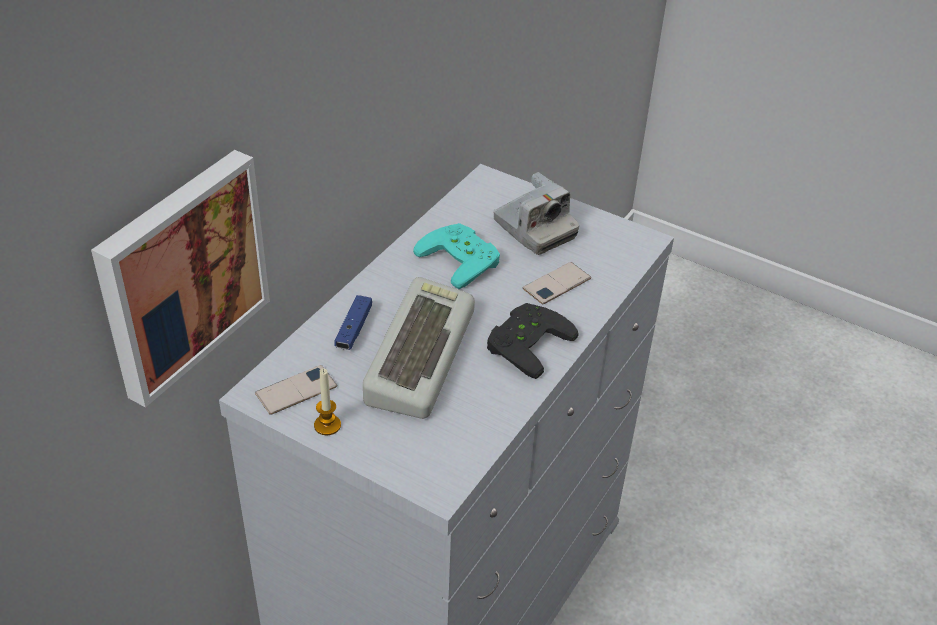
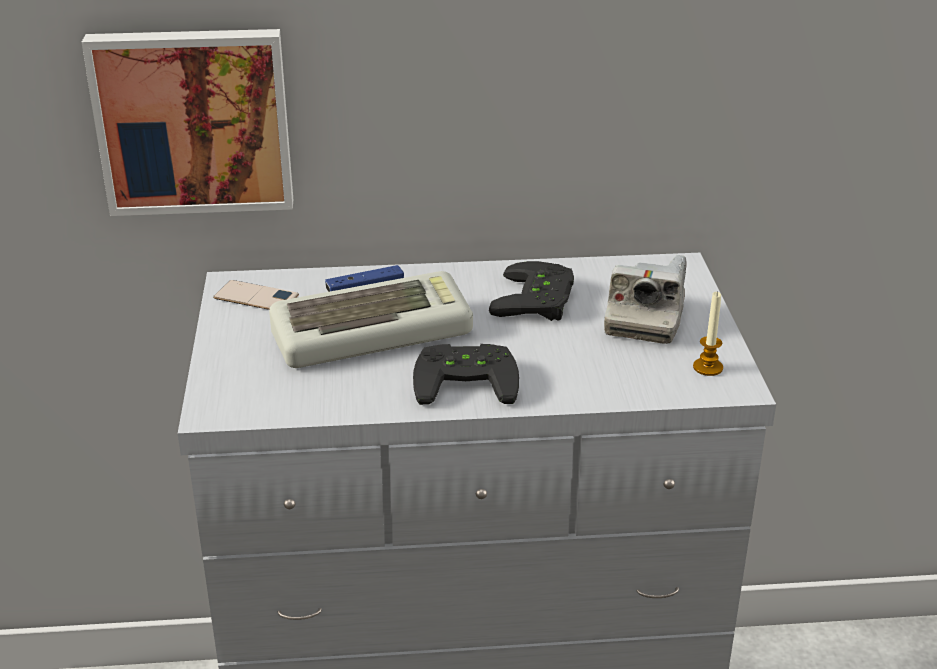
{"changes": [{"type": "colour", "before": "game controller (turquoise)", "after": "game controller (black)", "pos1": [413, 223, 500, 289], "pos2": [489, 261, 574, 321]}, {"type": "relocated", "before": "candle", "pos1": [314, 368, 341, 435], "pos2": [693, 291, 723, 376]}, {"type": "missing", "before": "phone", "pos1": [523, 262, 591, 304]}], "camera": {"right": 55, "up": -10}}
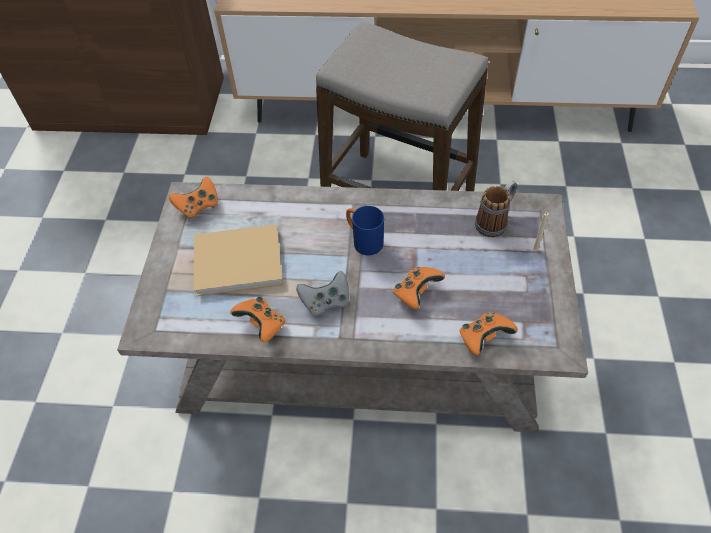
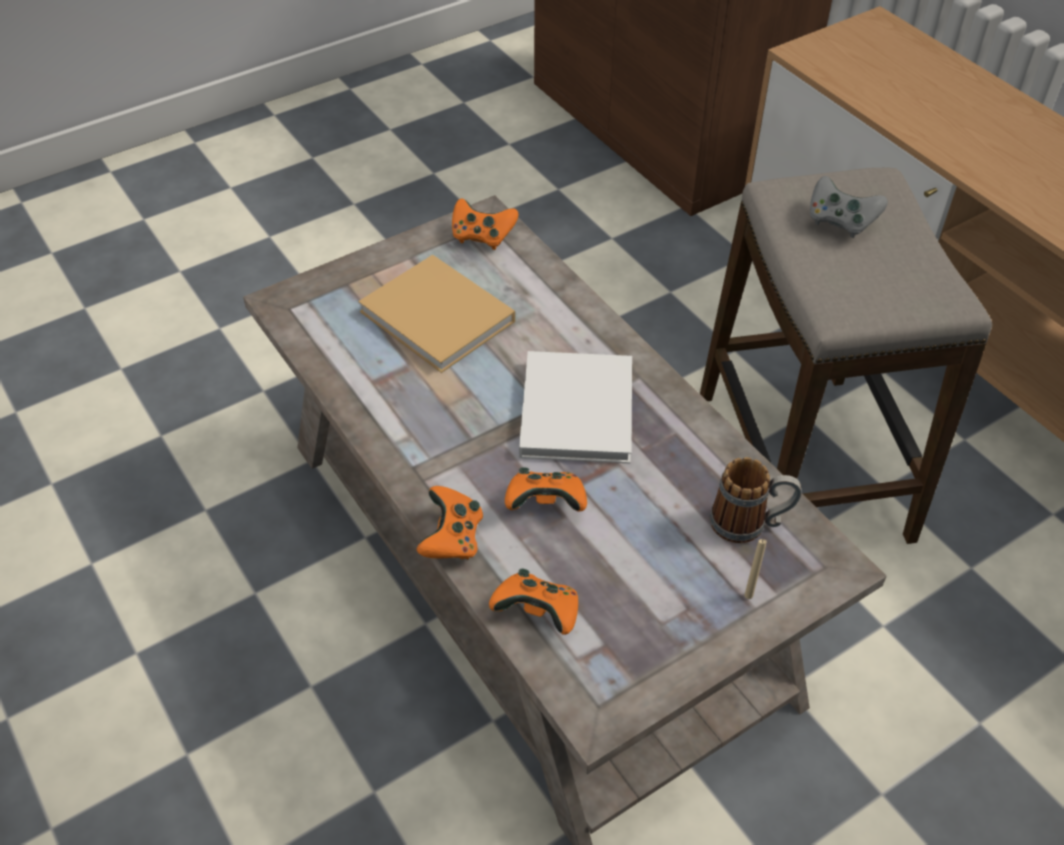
{"changes": [{"type": "relocated", "before": "game controller (orange)", "pos1": [230, 297, 285, 342], "pos2": [416, 486, 483, 559]}, {"type": "exchanged", "before": "mug (blue)", "after": "book (white)", "pos1": [346, 206, 384, 255], "pos2": [519, 351, 632, 463]}, {"type": "relocated", "before": "game controller (grey)", "pos1": [296, 271, 349, 316], "pos2": [810, 176, 888, 238]}], "camera": {"right": 50, "up": -5}}
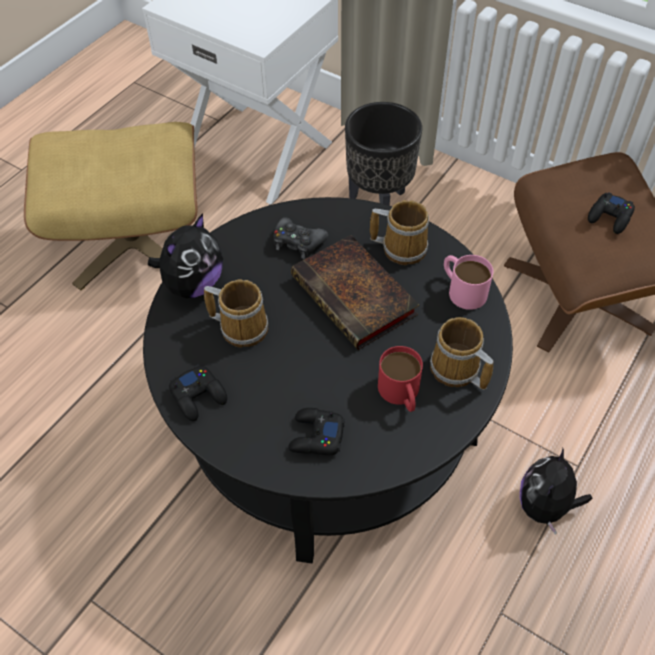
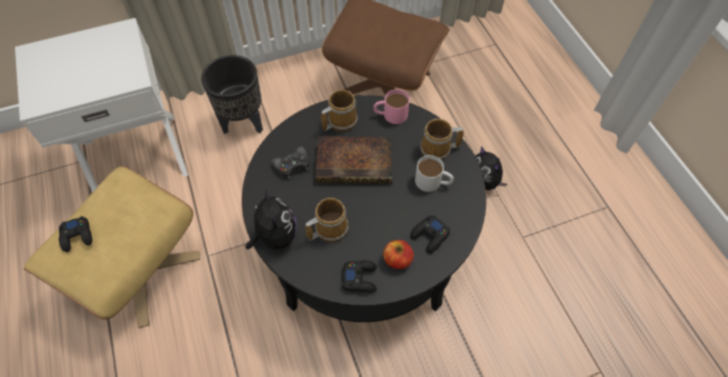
{"changes": [{"type": "relocated", "before": "game controller (black)", "pos1": [588, 192, 635, 234], "pos2": [59, 216, 92, 252]}, {"type": "appeared", "after": "apple", "pos2": [383, 240, 414, 269]}, {"type": "colour", "before": "mug (red)", "after": "mug (white)", "pos1": [378, 346, 423, 412], "pos2": [415, 155, 454, 192]}], "camera": {"right": -55, "up": 5}}
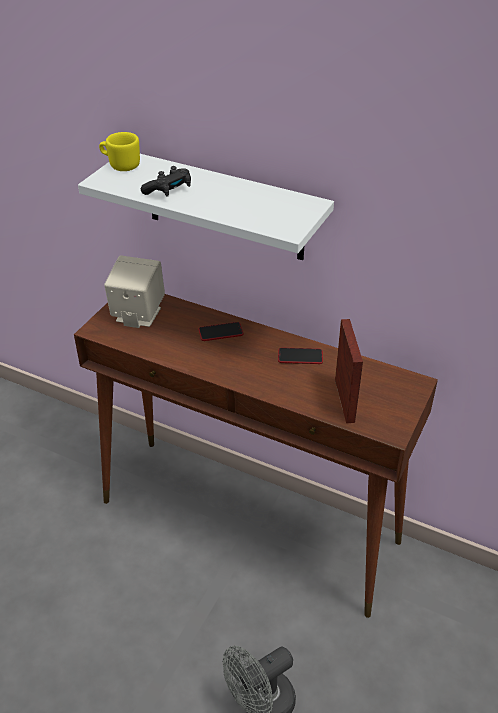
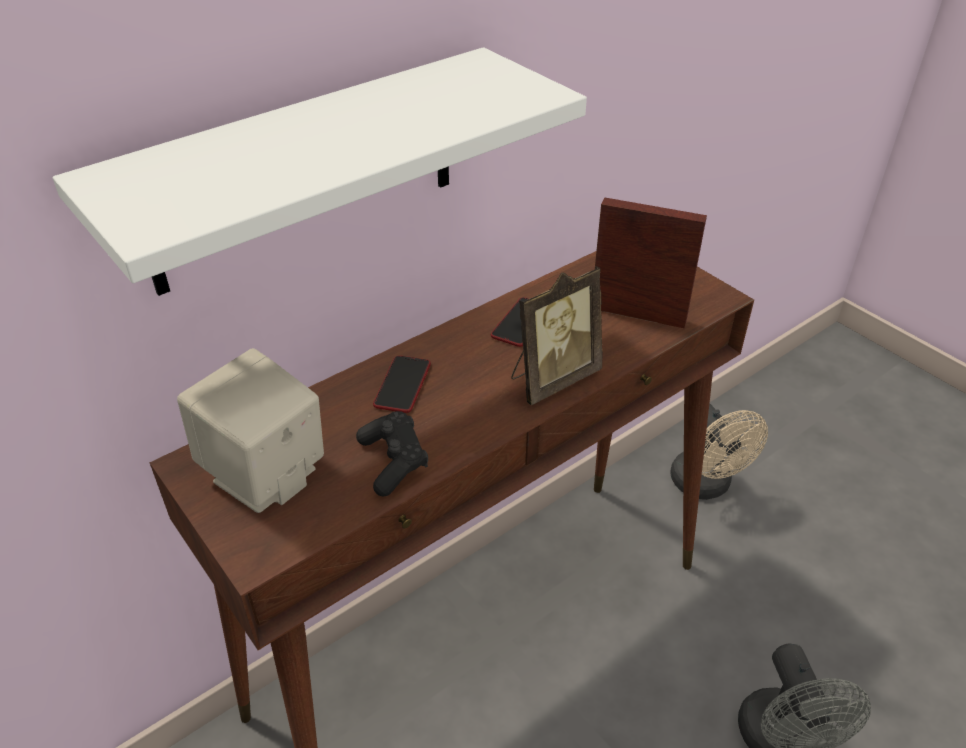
{"changes": [{"type": "relocated", "before": "game controller (black)", "pos1": [141, 166, 191, 197], "pos2": [356, 411, 428, 497]}, {"type": "appeared", "after": "picture frame", "pos2": [511, 266, 603, 405]}, {"type": "appeared", "after": "fan (beige)", "pos2": [670, 403, 768, 500]}, {"type": "missing", "before": "mug (yellow)", "pos1": [99, 132, 140, 171]}], "camera": {"right": -65, "up": 0}}
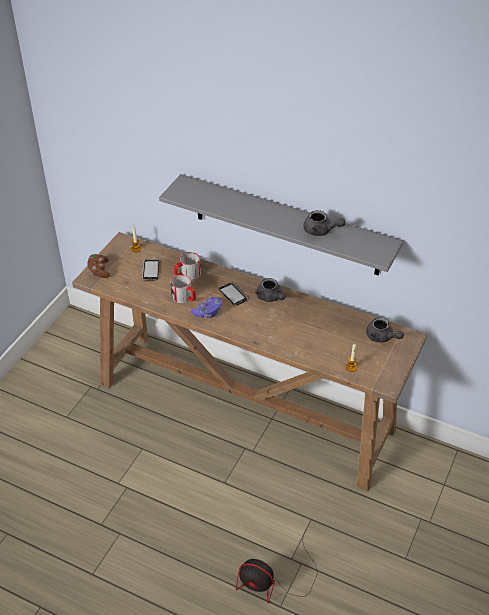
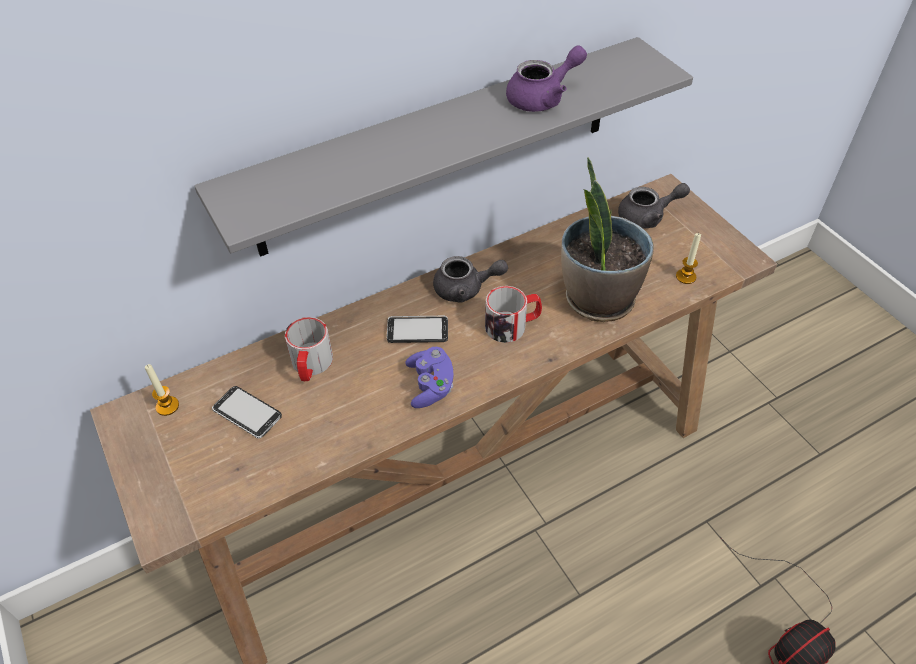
{"changes": [{"type": "relocated", "before": "mug", "pos1": [171, 275, 196, 303], "pos2": [485, 286, 542, 343]}, {"type": "colour", "before": "teapot (grey)", "after": "teapot (purple)", "pos1": [303, 210, 345, 236], "pos2": [506, 46, 587, 112]}, {"type": "appeared", "after": "potted plant", "pos2": [561, 157, 654, 322]}, {"type": "missing", "before": "game controller (brown)", "pos1": [87, 254, 110, 278]}], "camera": {"right": -55, "up": 5}}
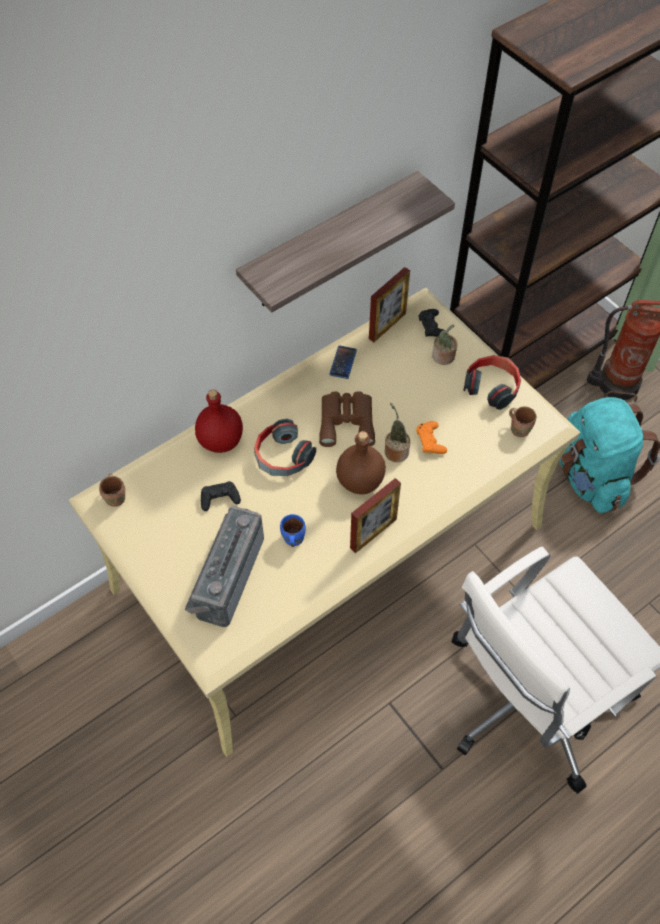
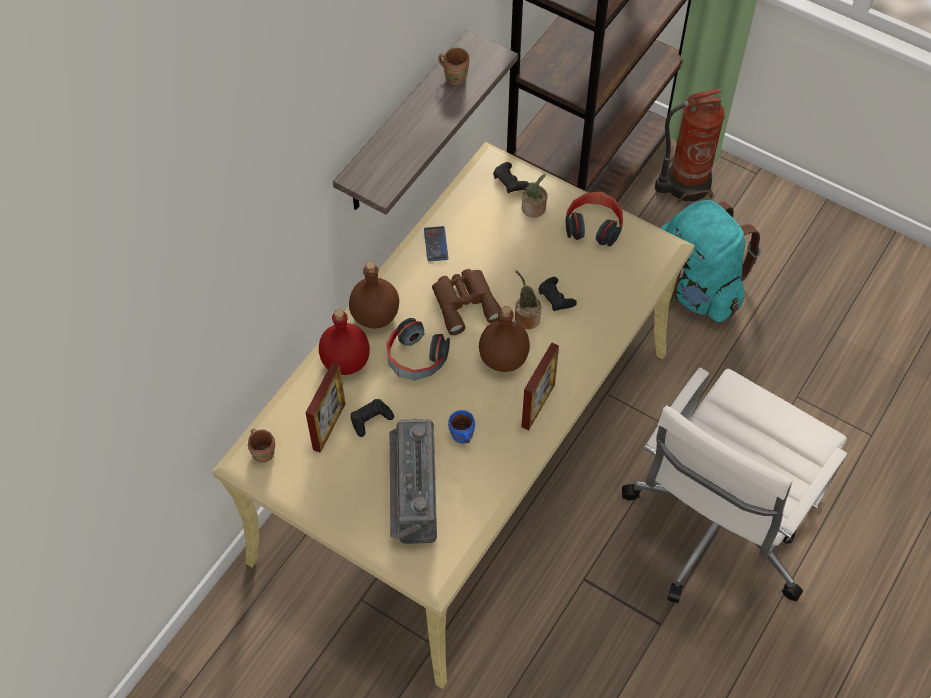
{"changes": [{"type": "relocated", "before": "picture frame", "pos1": [369, 267, 410, 342], "pos2": [306, 363, 345, 453]}, {"type": "appeared", "after": "bottle (brown)", "pos2": [349, 262, 399, 329]}, {"type": "relocated", "before": "mug (brown)", "pos1": [509, 406, 536, 437], "pos2": [438, 47, 469, 85]}, {"type": "colour", "before": "game controller (orange)", "after": "game controller (black)", "pos1": [416, 421, 447, 454], "pos2": [539, 277, 577, 311]}], "camera": {"right": -20, "up": 0}}
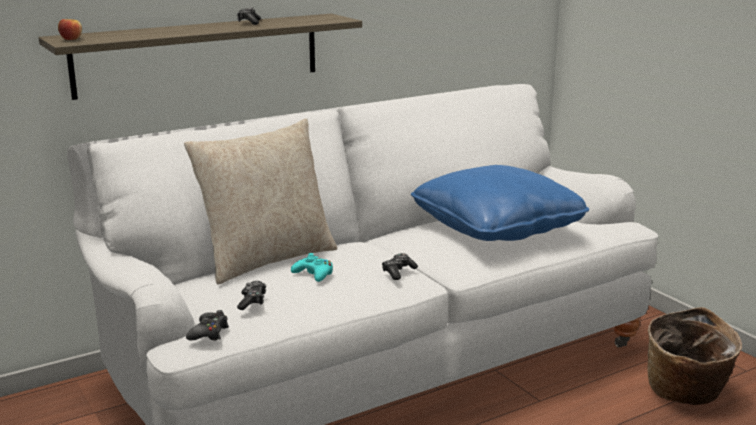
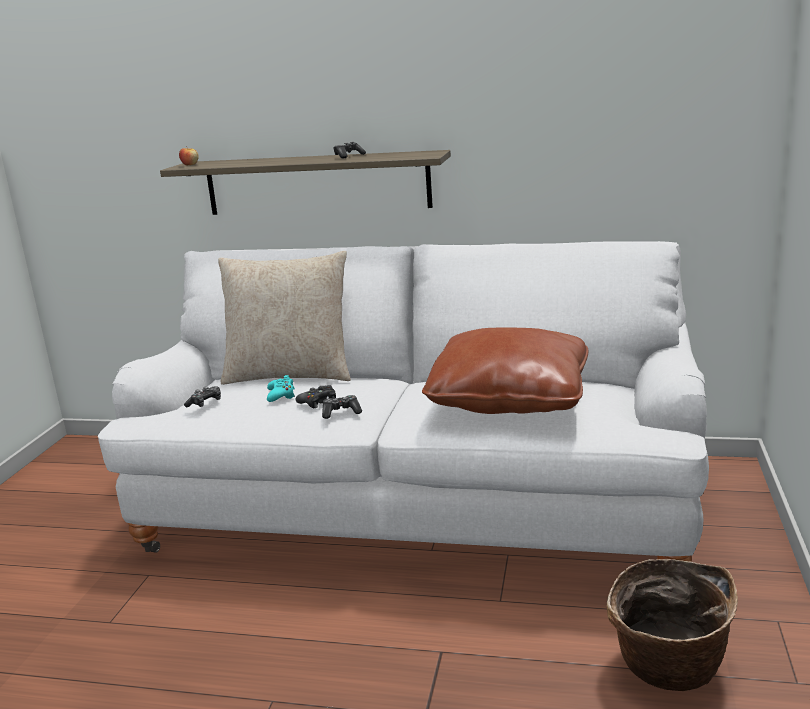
{"changes": [{"type": "relocated", "before": "game controller (black)", "pos1": [186, 310, 229, 341], "pos2": [296, 385, 336, 408]}, {"type": "colour", "before": "pillow (blue)", "after": "pillow (brown)", "pos1": [411, 165, 589, 241], "pos2": [422, 327, 588, 414]}], "camera": {"right": 45, "up": 0}}
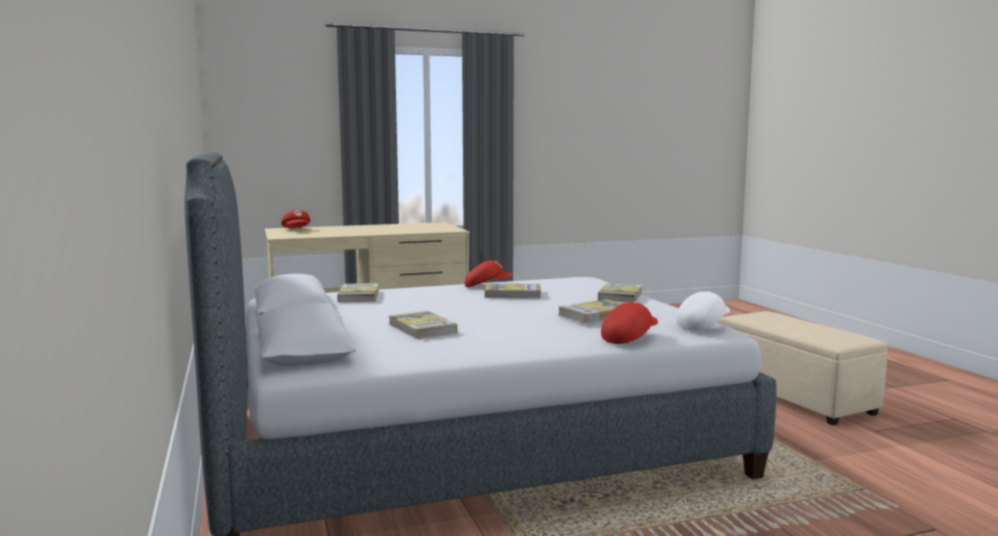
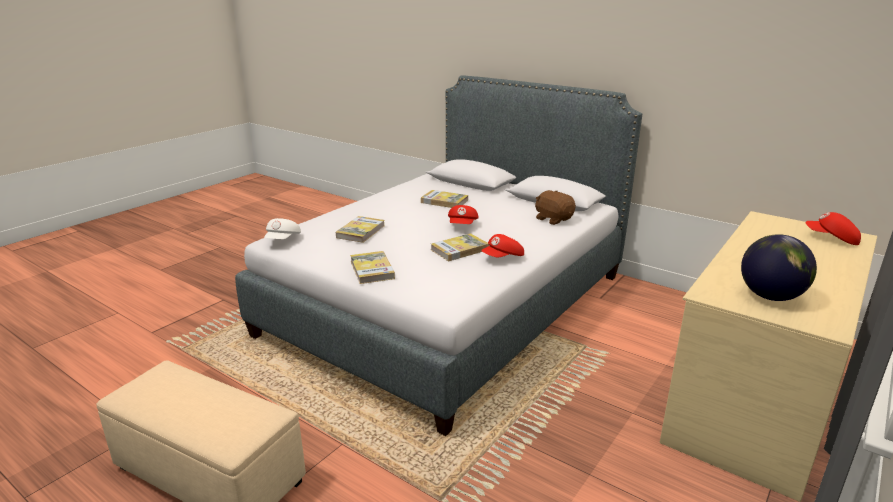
{"changes": [{"type": "relocated", "before": "cap (red)", "pos1": [601, 302, 658, 344], "pos2": [448, 205, 479, 224]}, {"type": "exchanged", "before": "book", "after": "plush toy (brown)", "pos1": [337, 283, 379, 302], "pos2": [535, 190, 576, 225]}, {"type": "appeared", "after": "globe", "pos2": [741, 234, 817, 301]}], "camera": {"right": 145, "up": 15}}
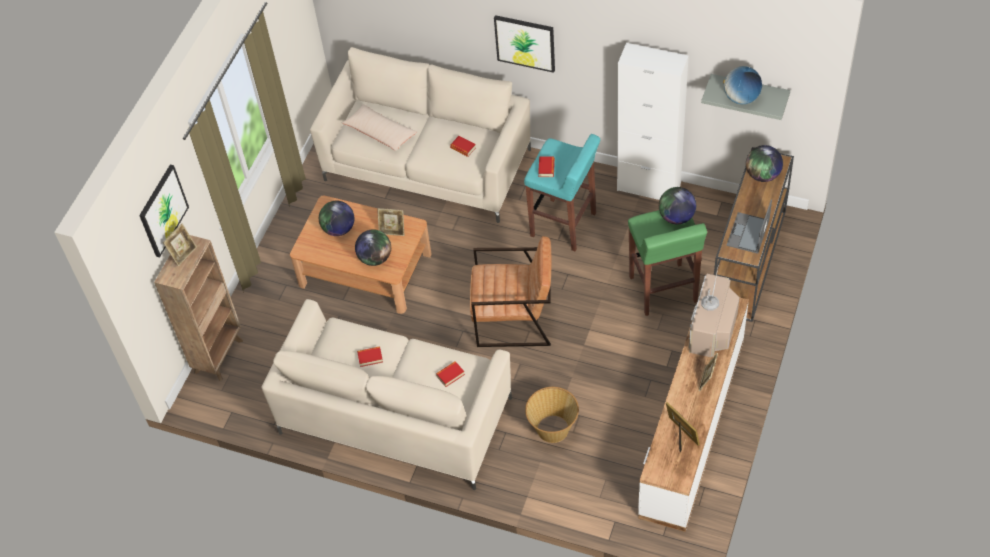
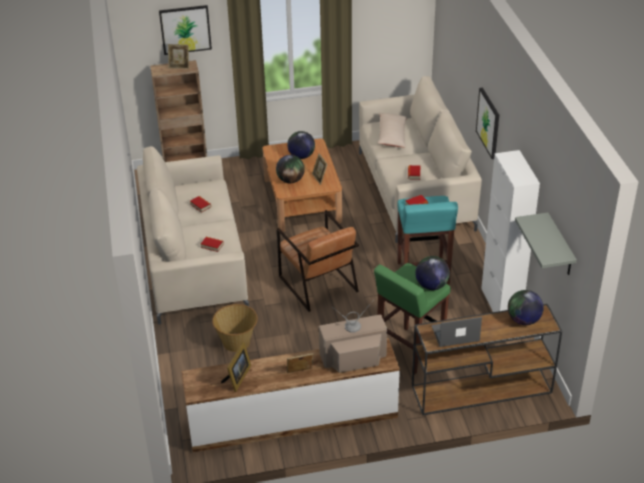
{"changes": [{"type": "missing", "before": "globe", "pos1": [723, 66, 762, 104]}], "camera": {"right": 55, "up": -15}}
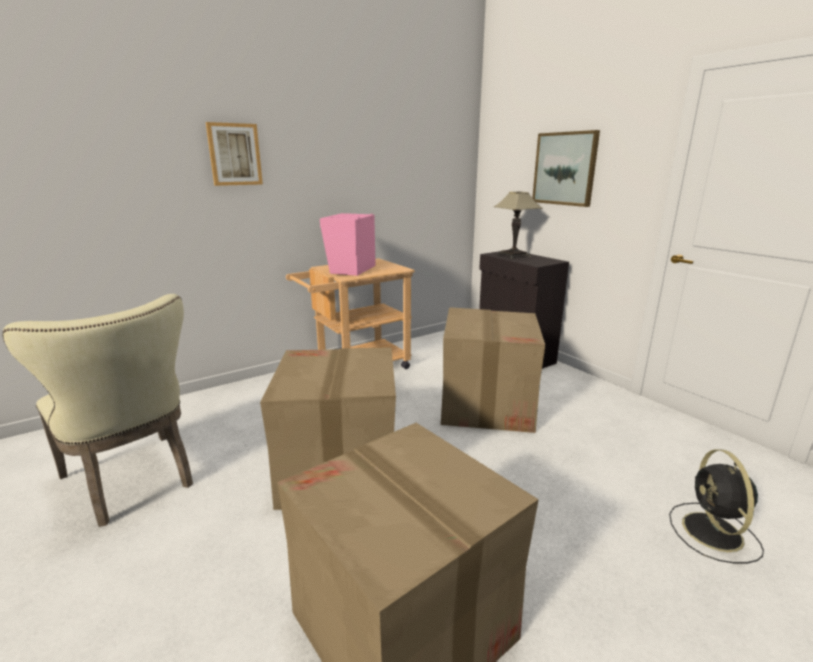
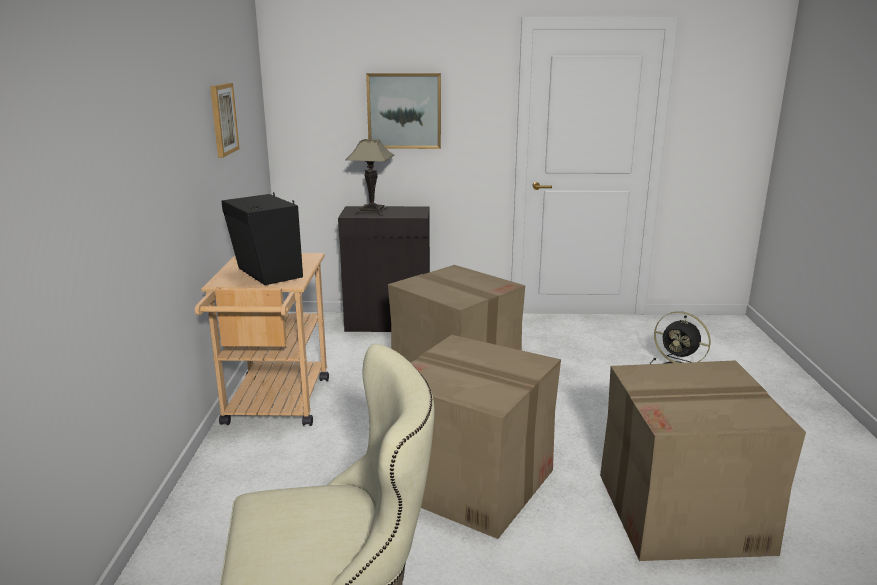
{"changes": [{"type": "relocated", "before": "picture", "pos1": [206, 122, 263, 186], "pos2": [210, 83, 239, 158]}, {"type": "colour", "before": "speaker (pink)", "after": "speaker (black)", "pos1": [320, 213, 376, 276], "pos2": [222, 192, 303, 285]}], "camera": {"right": -55, "up": 0}}
